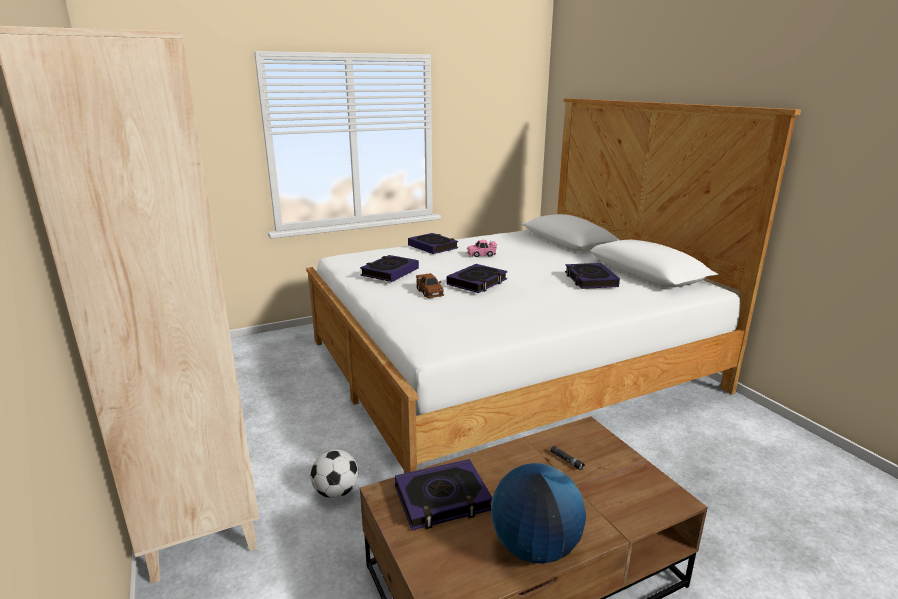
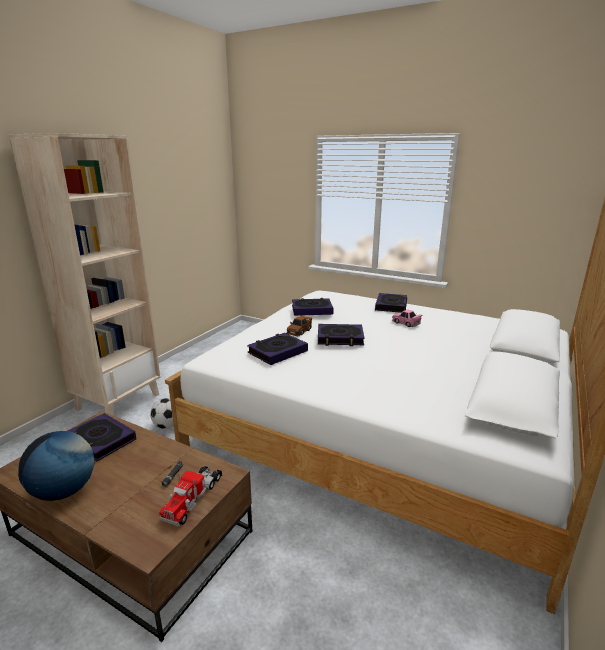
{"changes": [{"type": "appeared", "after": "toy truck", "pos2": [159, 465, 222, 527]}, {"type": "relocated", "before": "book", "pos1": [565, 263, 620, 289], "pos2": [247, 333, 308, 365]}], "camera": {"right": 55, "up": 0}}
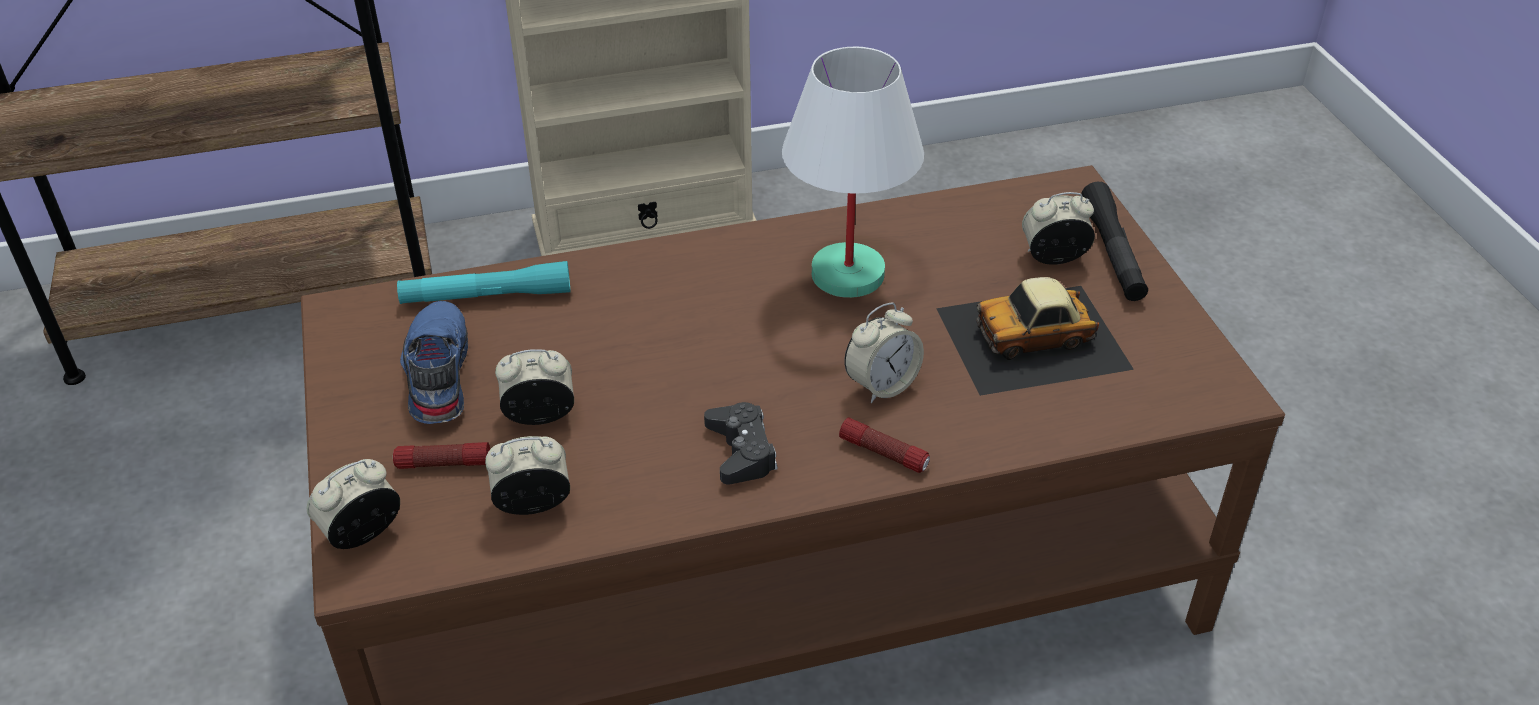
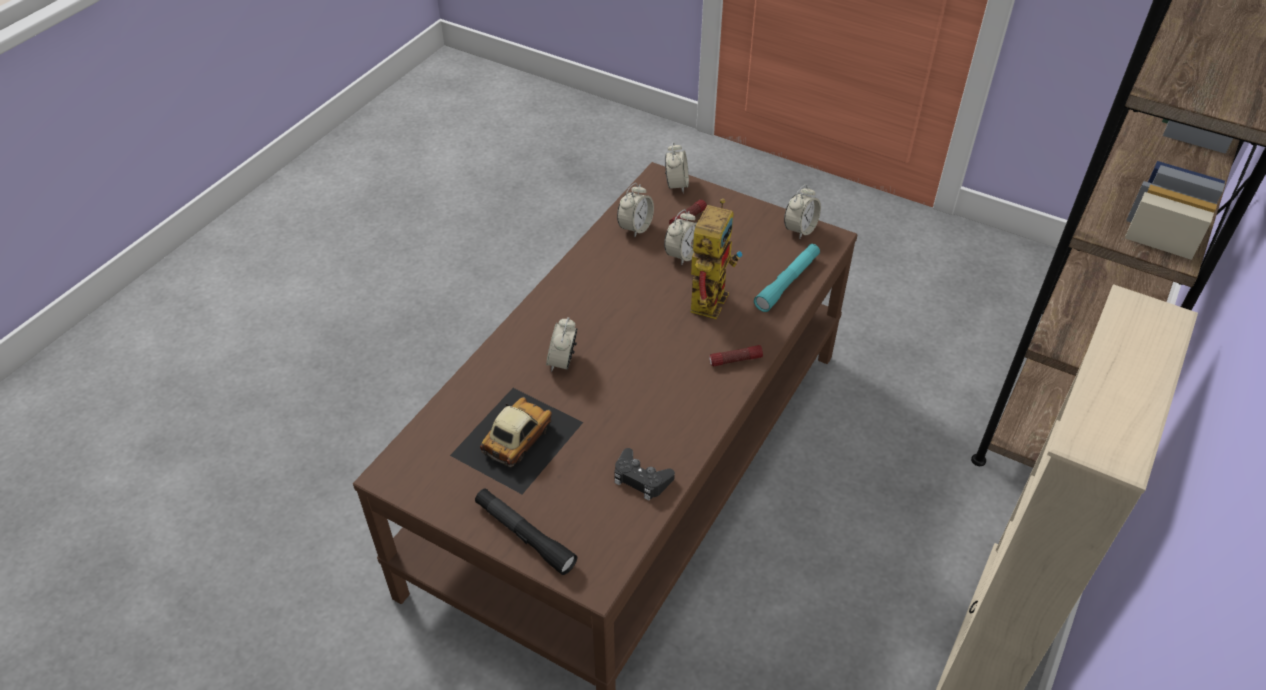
{"changes": [{"type": "relocated", "before": "game controller (black)", "pos1": [704, 402, 778, 485], "pos2": [614, 448, 675, 501]}, {"type": "appeared", "after": "toy robot", "pos2": [690, 198, 742, 319]}, {"type": "relocated", "before": "flashlight", "pos1": [839, 417, 930, 473], "pos2": [709, 345, 763, 366]}, {"type": "relocated", "before": "alarm clock", "pos1": [1022, 192, 1095, 265], "pos2": [784, 184, 821, 239]}, {"type": "missing", "before": "shoe (blue)", "pos1": [400, 301, 468, 424]}, {"type": "missing", "before": "table lamp (white)", "pos1": [782, 47, 924, 298]}], "camera": {"right": 135, "up": 5}}
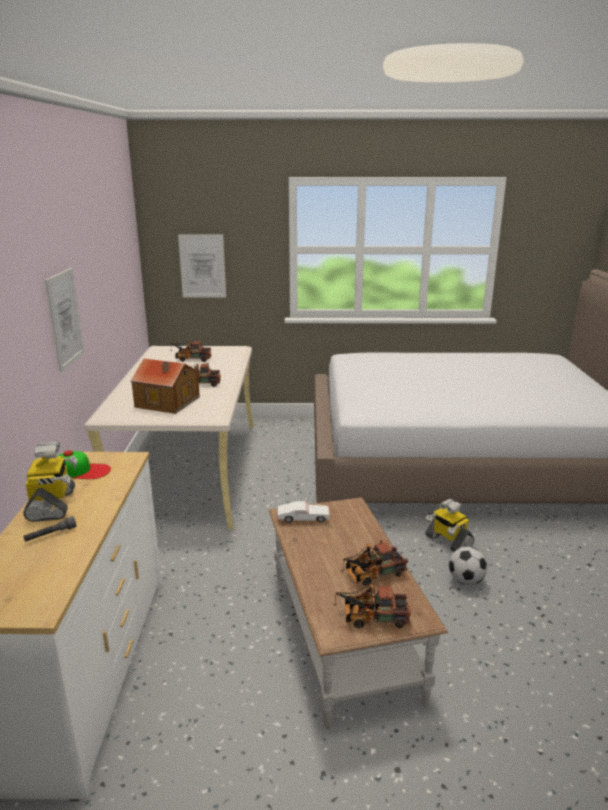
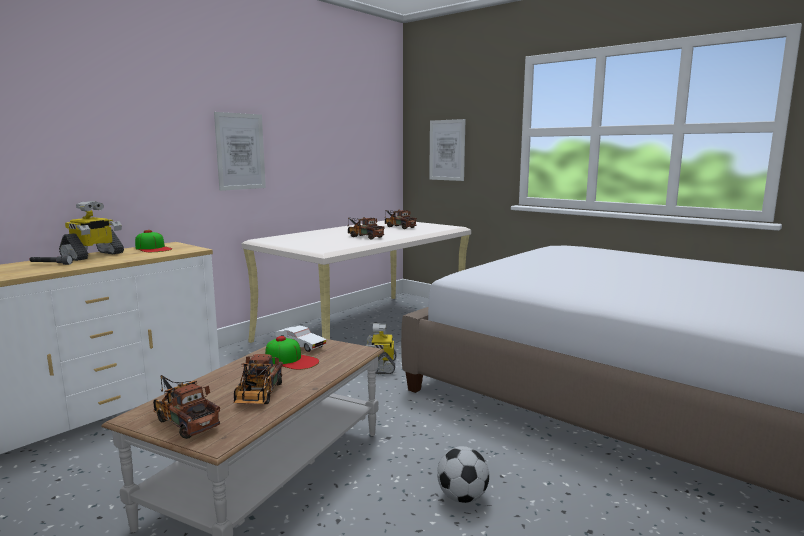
{"changes": [{"type": "spun", "before": "toy truck", "pos1": [341, 540, 408, 586], "pos2": [233, 354, 283, 404], "turn": -105}, {"type": "appeared", "after": "cap", "pos2": [265, 336, 319, 370]}, {"type": "relocated", "before": "toy robot", "pos1": [425, 499, 474, 551], "pos2": [366, 323, 397, 374]}, {"type": "missing", "before": "toy house", "pos1": [131, 359, 200, 414]}], "camera": {"right": 40, "up": -10}}
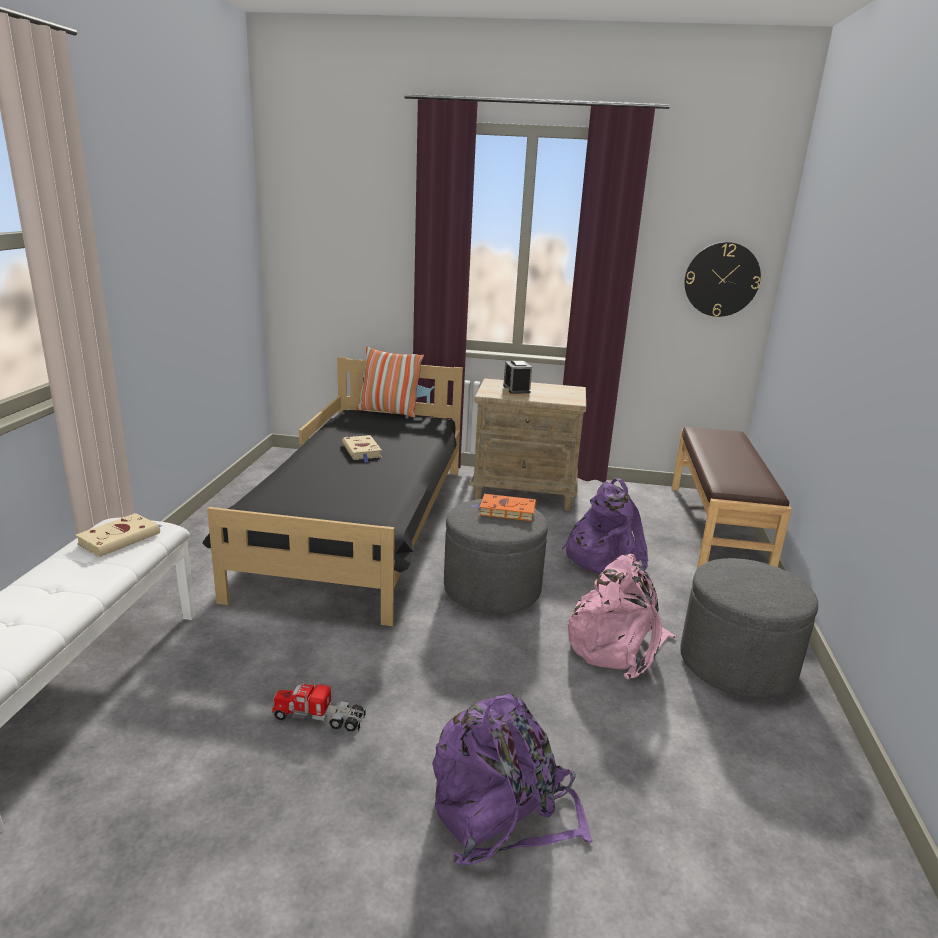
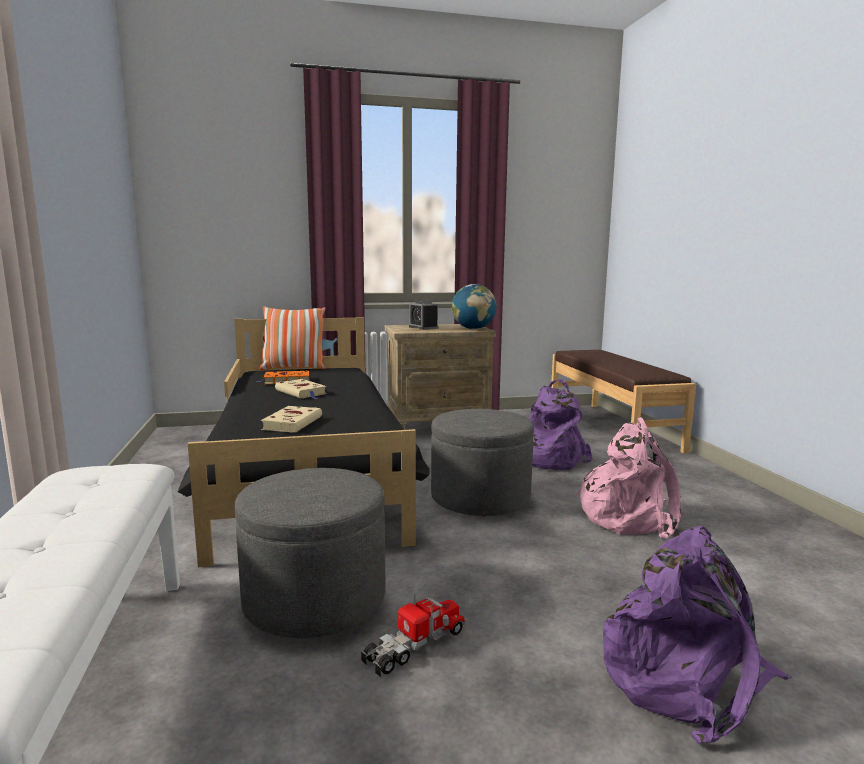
{"changes": [{"type": "relocated", "before": "ottoman (grey)", "pos1": [680, 558, 818, 699], "pos2": [235, 468, 385, 638]}, {"type": "relocated", "before": "book (orange)", "pos1": [472, 494, 536, 521], "pos2": [257, 371, 310, 384]}, {"type": "relocated", "before": "book (beige)", "pos1": [75, 513, 161, 557], "pos2": [261, 406, 322, 433]}, {"type": "spun", "before": "toy truck", "pos1": [271, 677, 366, 731], "pos2": [361, 593, 465, 677], "turn": 150}, {"type": "appeared", "after": "globe", "pos2": [452, 284, 497, 329]}, {"type": "missing", "before": "wall clock", "pos1": [685, 242, 761, 317]}], "camera": {"right": -20, "up": -10}}
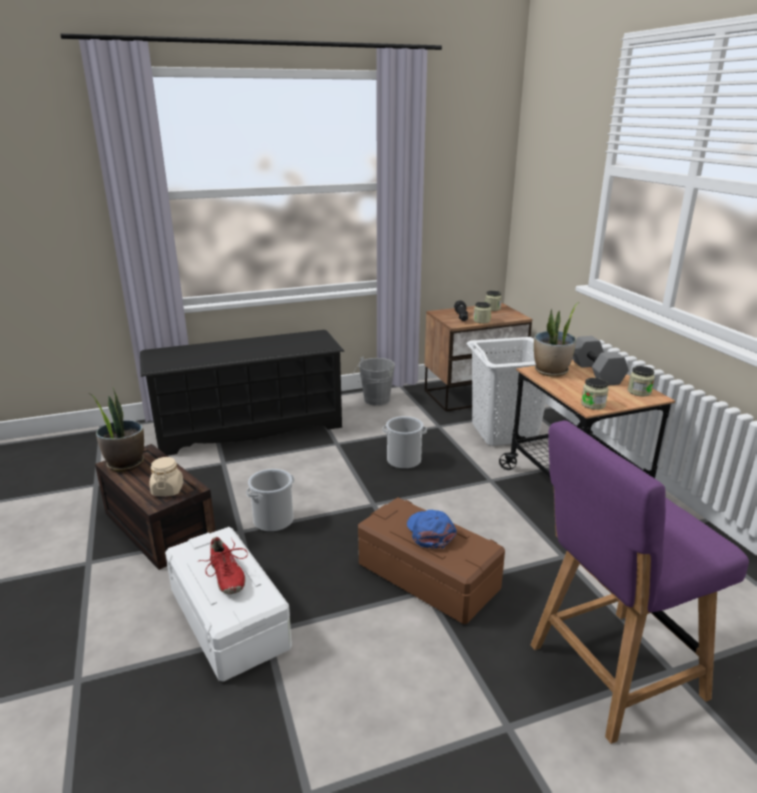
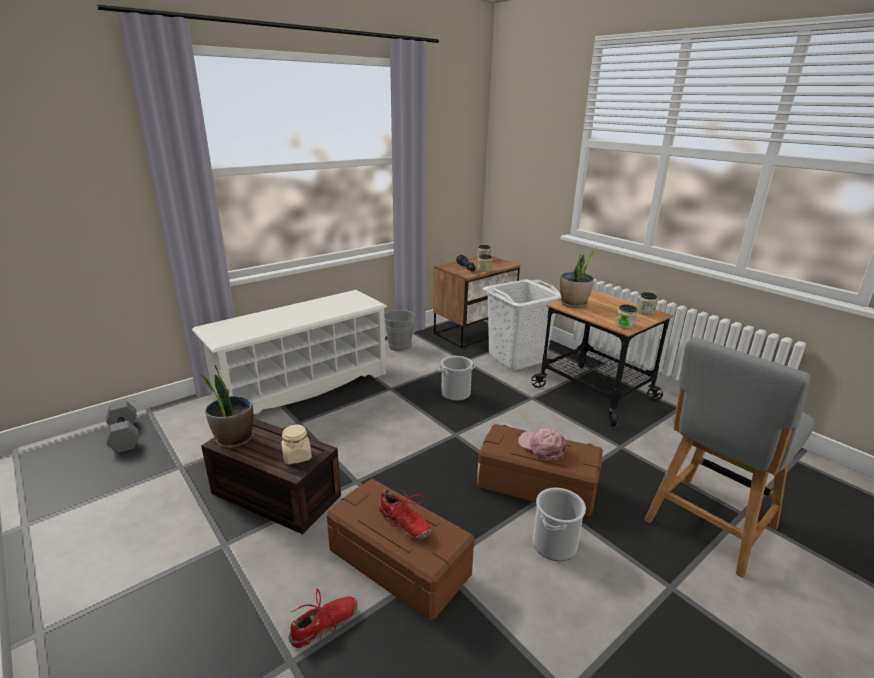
{"changes": [{"type": "relocated", "before": "dumbbell (grey)", "pos1": [573, 336, 629, 386], "pos2": [106, 401, 139, 453]}, {"type": "colour", "before": "shoe rack (black)", "after": "shoe rack (white)", "pos1": [140, 330, 344, 456], "pos2": [192, 290, 388, 415]}, {"type": "appeared", "after": "shoe (red)", "pos2": [289, 589, 358, 648]}, {"type": "colour", "before": "storage box (white)", "after": "storage box (brown)", "pos1": [165, 527, 292, 681], "pos2": [327, 479, 474, 620]}, {"type": "colour", "before": "cap (blue)", "after": "cap (pink)", "pos1": [407, 510, 457, 549], "pos2": [518, 428, 566, 461]}, {"type": "relocated", "before": "bucket", "pos1": [246, 469, 294, 532], "pos2": [533, 488, 586, 561]}, {"type": "colour", "before": "chair (purple)", "after": "chair (grey)", "pos1": [531, 420, 749, 744], "pos2": [644, 337, 815, 578]}], "camera": {"right": -20, "up": 0}}
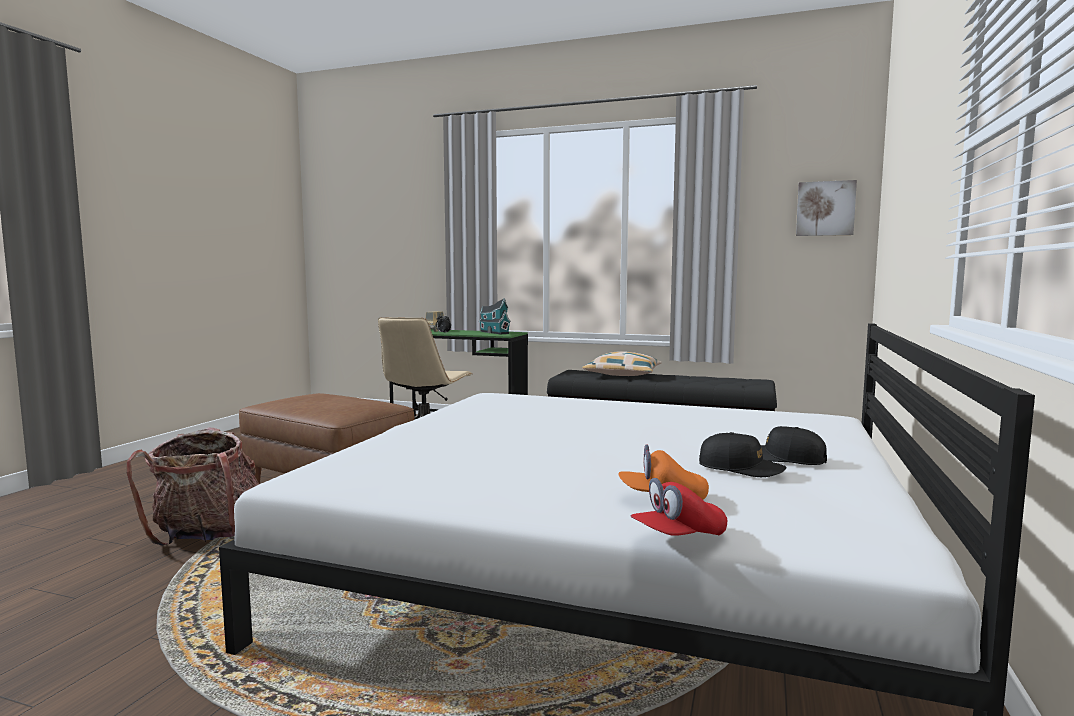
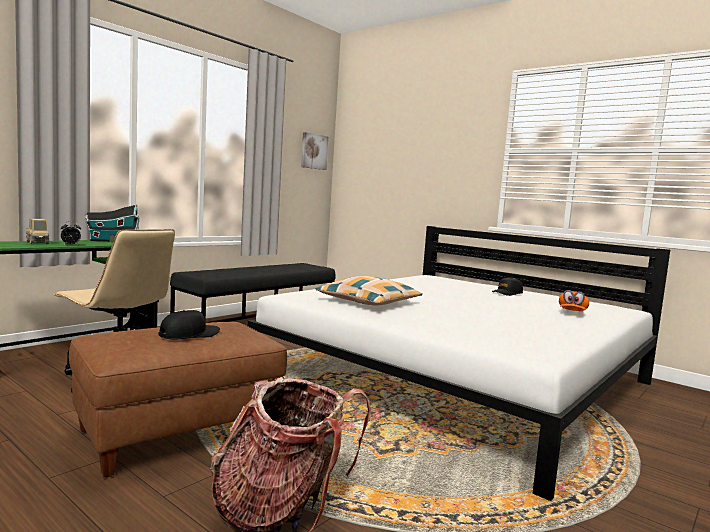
{"changes": [{"type": "relocated", "before": "cap (black)", "pos1": [699, 432, 786, 477], "pos2": [159, 310, 220, 340]}, {"type": "relocated", "before": "pillow", "pos1": [582, 351, 662, 376], "pos2": [315, 276, 423, 305]}, {"type": "missing", "before": "cap (red)", "pos1": [631, 478, 727, 536]}], "camera": {"right": -70, "up": 0}}
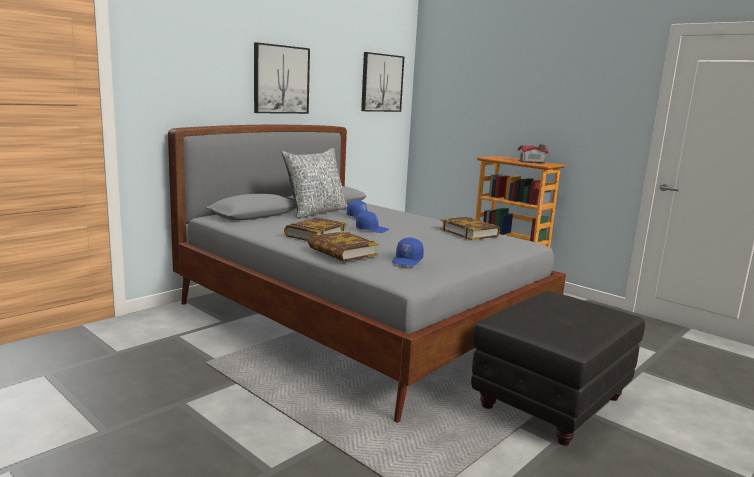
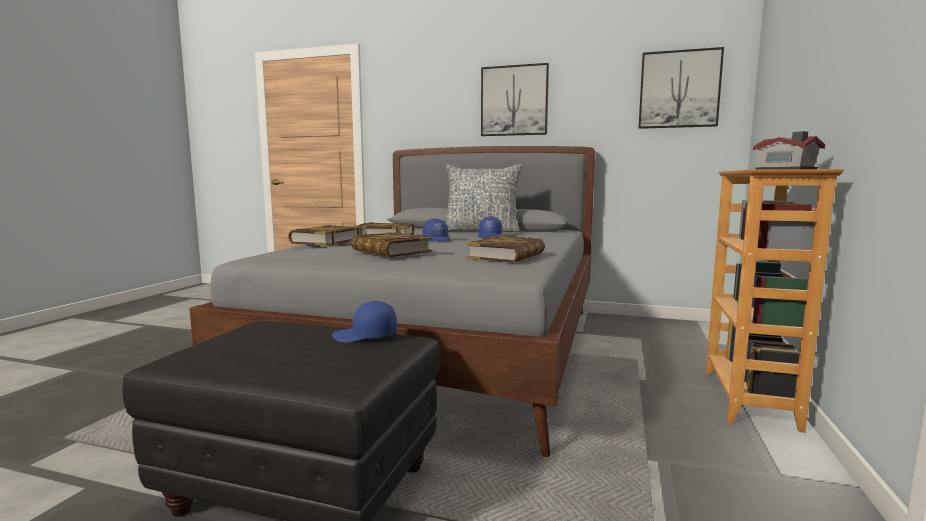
{"changes": [{"type": "relocated", "before": "cap (blue)", "pos1": [392, 237, 424, 266], "pos2": [332, 301, 397, 343]}, {"type": "appeared", "after": "book", "pos2": [351, 232, 432, 257]}], "camera": {"right": 65, "up": -5}}
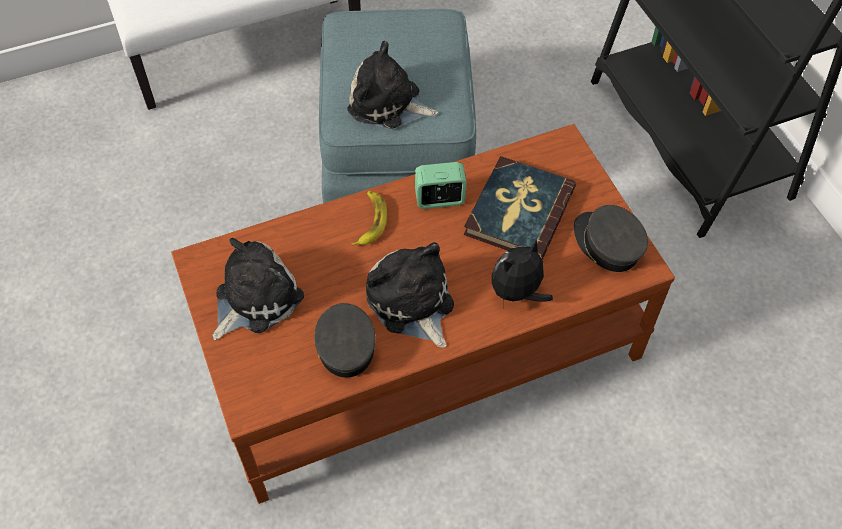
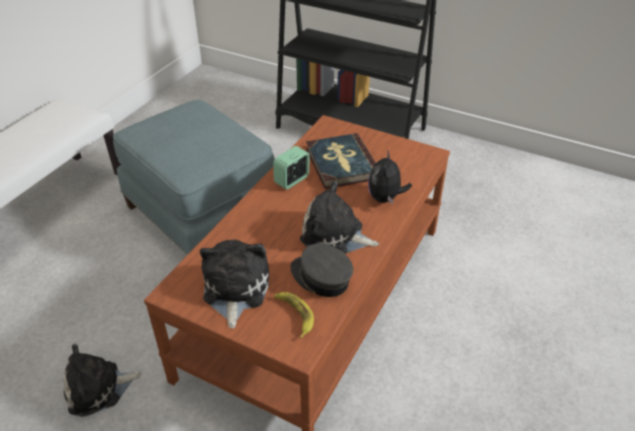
{"changes": [{"type": "relocated", "before": "plush toy", "pos1": [347, 41, 438, 129], "pos2": [63, 344, 142, 417]}, {"type": "relocated", "before": "banana", "pos1": [352, 191, 387, 246], "pos2": [275, 292, 314, 338]}, {"type": "missing", "before": "cap (grey)", "pos1": [574, 205, 648, 272]}], "camera": {"right": -40, "up": -15}}
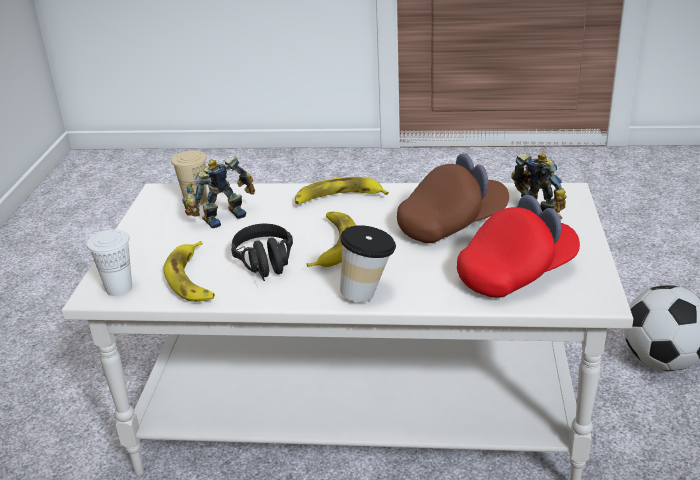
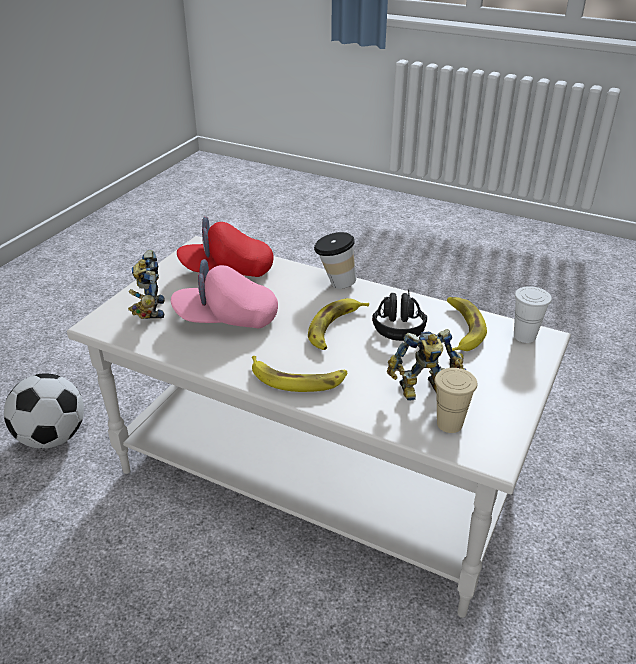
{"changes": [{"type": "colour", "before": "cap (brown)", "after": "cap (pink)", "pos1": [397, 153, 509, 243], "pos2": [171, 259, 278, 328]}], "camera": {"right": -160, "up": 5}}
